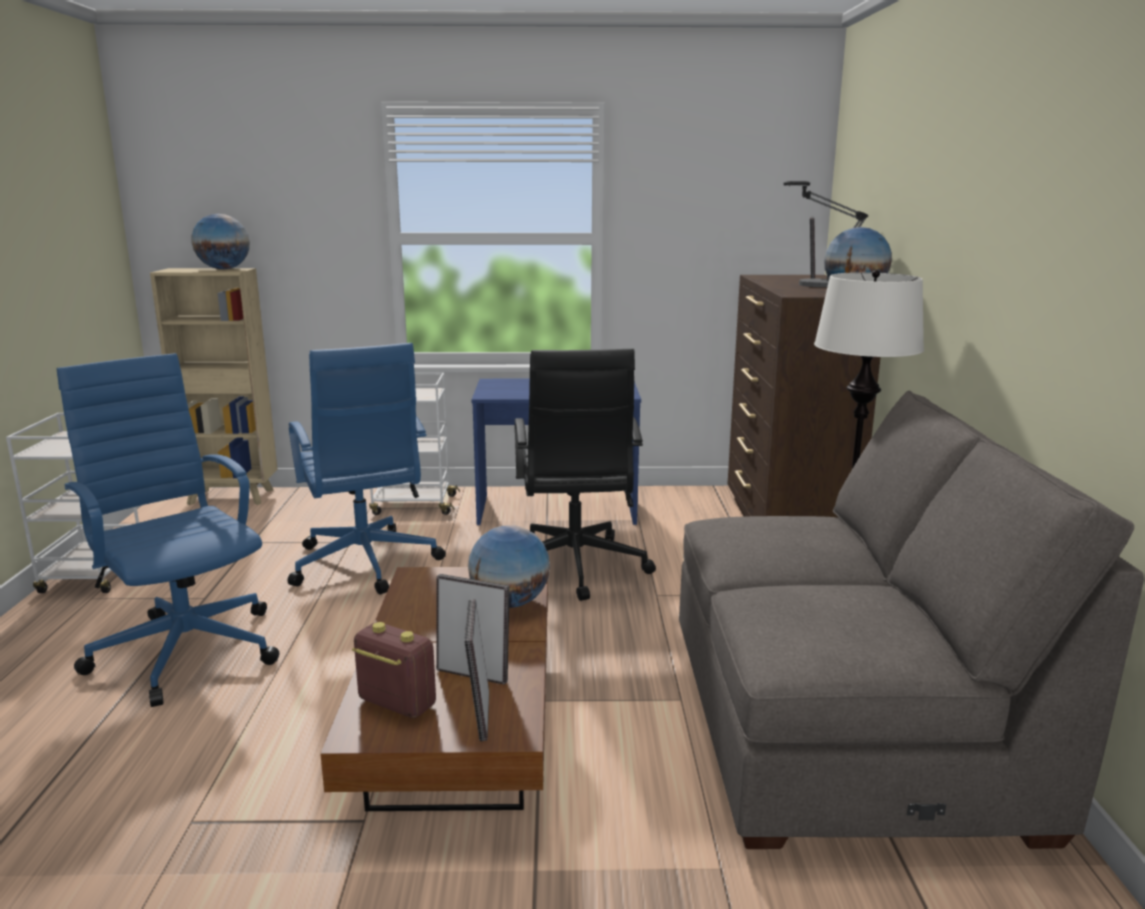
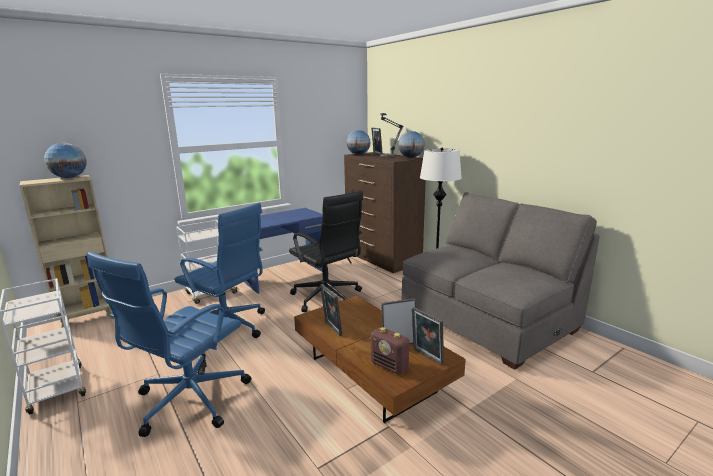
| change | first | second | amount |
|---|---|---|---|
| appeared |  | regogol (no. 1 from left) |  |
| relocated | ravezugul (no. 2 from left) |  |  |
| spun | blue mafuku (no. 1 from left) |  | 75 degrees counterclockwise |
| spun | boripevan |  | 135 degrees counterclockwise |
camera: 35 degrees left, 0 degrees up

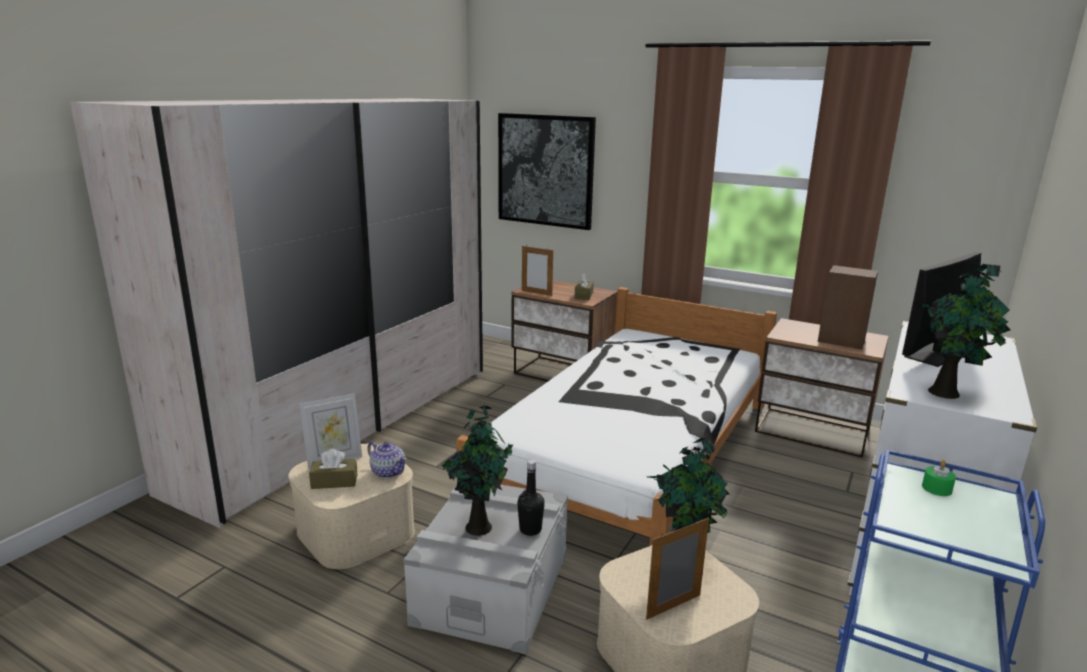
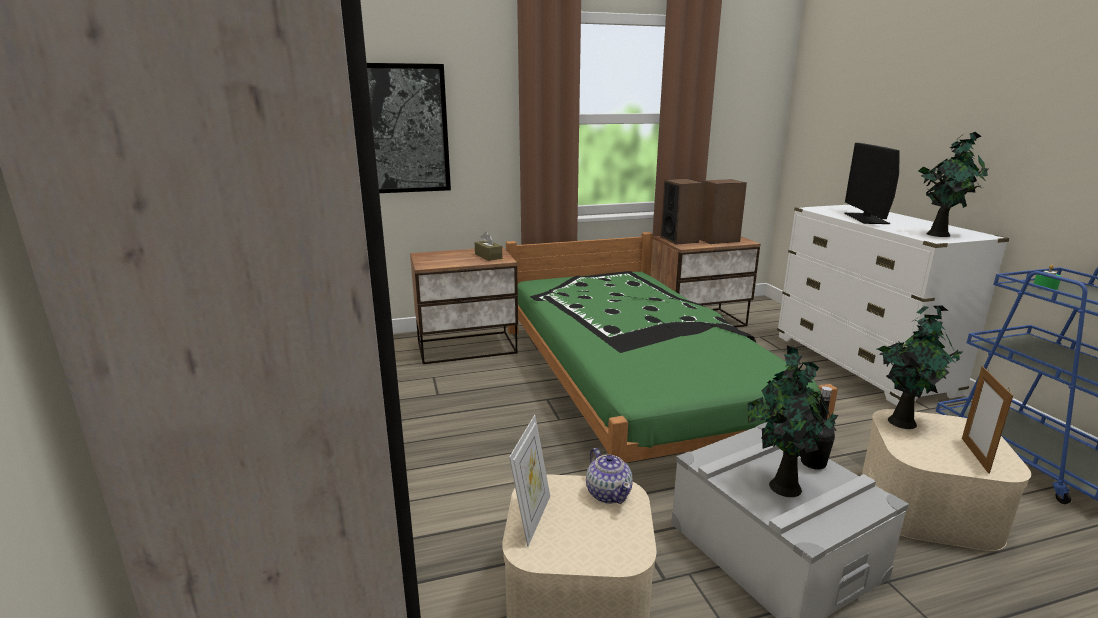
| change | first | second | amount |
|---|---|---|---|
| missing | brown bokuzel (no. 1 from left) |  |  |
| missing | regogol (no. 2 from left) |  |  |
| appeared |  | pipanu (no. 1 from left) |  |
| colour | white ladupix | green ladupix |  |
| spun | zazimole |  | 75 degrees clockwise |
camera: 45 degrees left, 0 degrees up

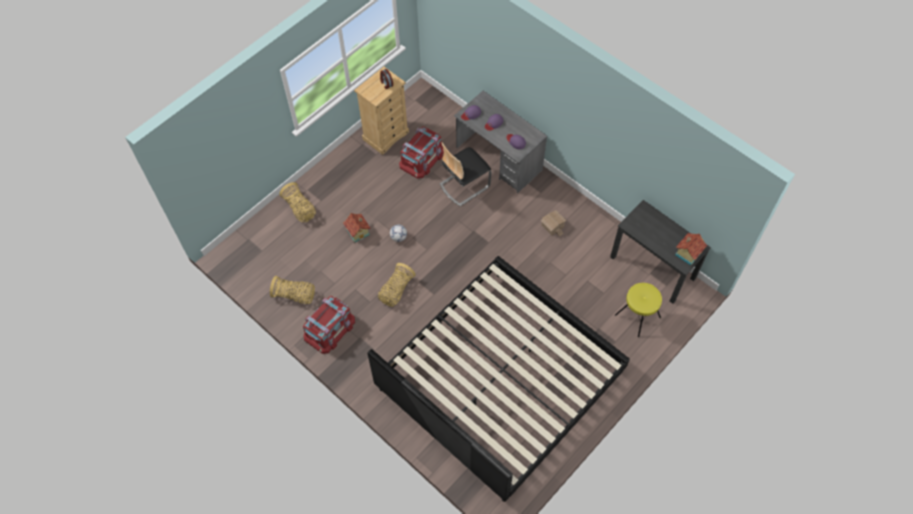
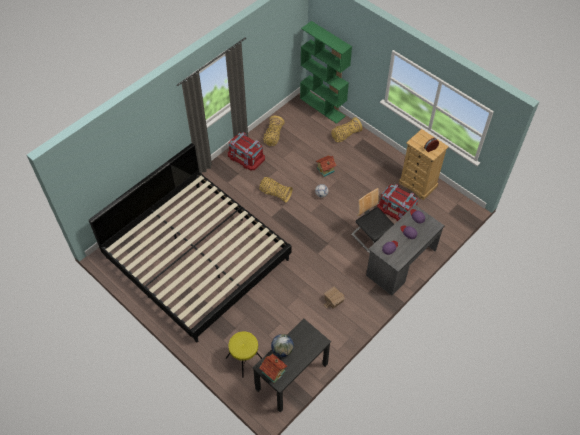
| change | first | second | amount |
|---|---|---|---|
| appeared |  | ravezugul |  |
| appeared |  | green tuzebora |  |
camera: 90 degrees right, 5 degrees down

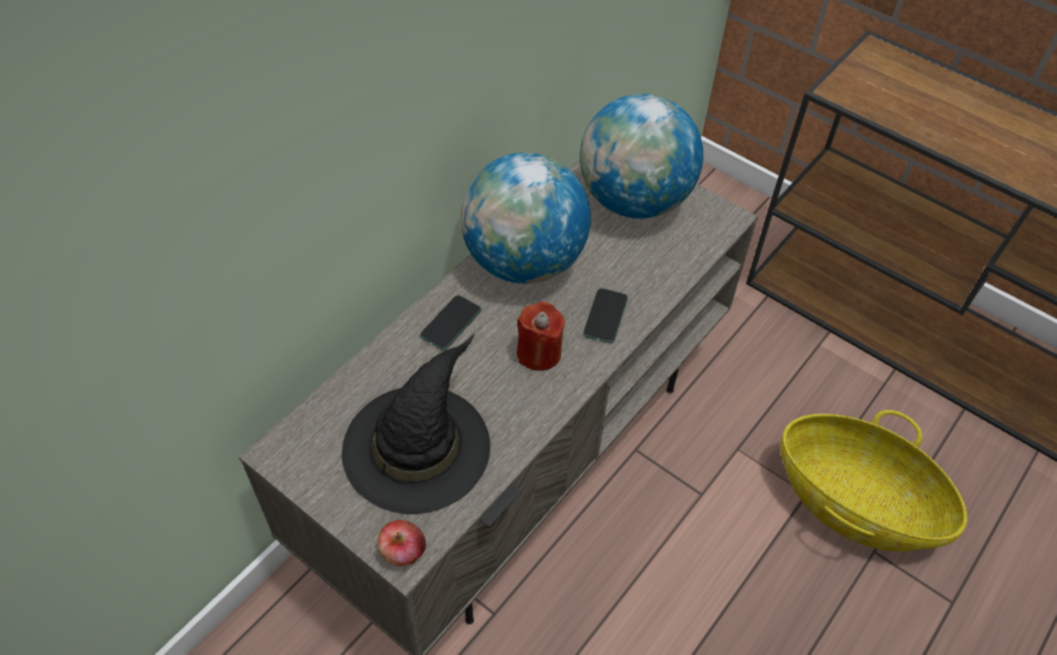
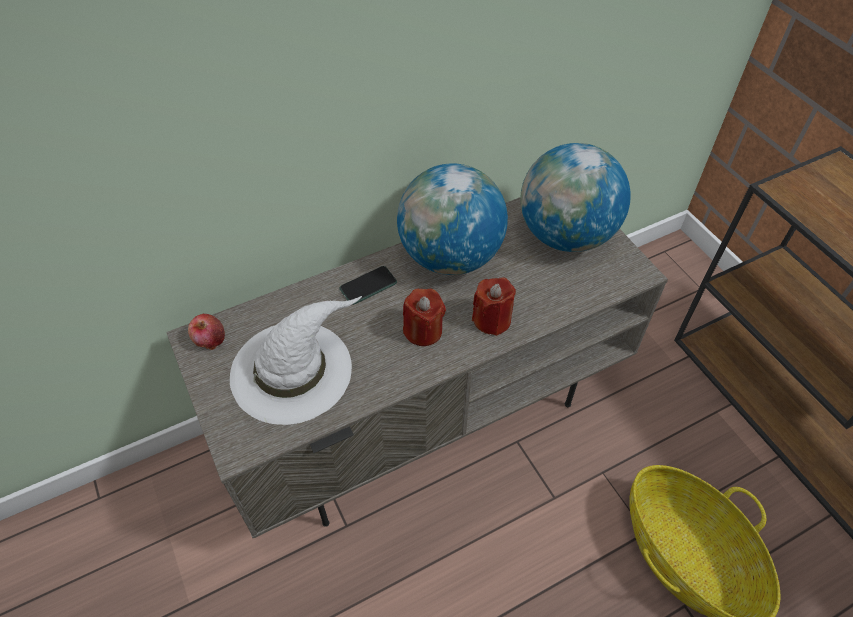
| change | first | second | amount |
|---|---|---|---|
| relocated | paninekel |  |  |
| exchanged | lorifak (no. 2 from left) | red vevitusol (no. 2 from left) |  |
| colour | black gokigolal | white gokigolal |  |
camera: 25 degrees right, 0 degrees up

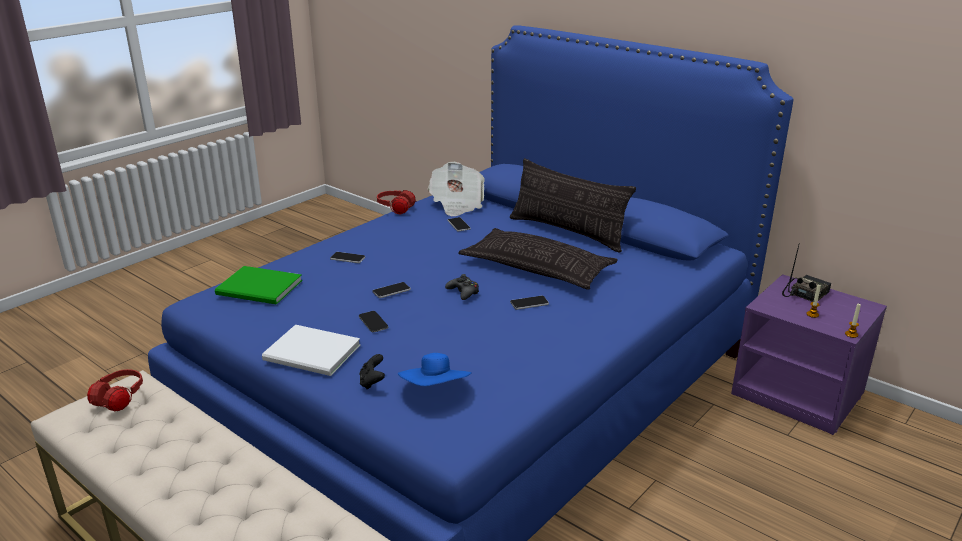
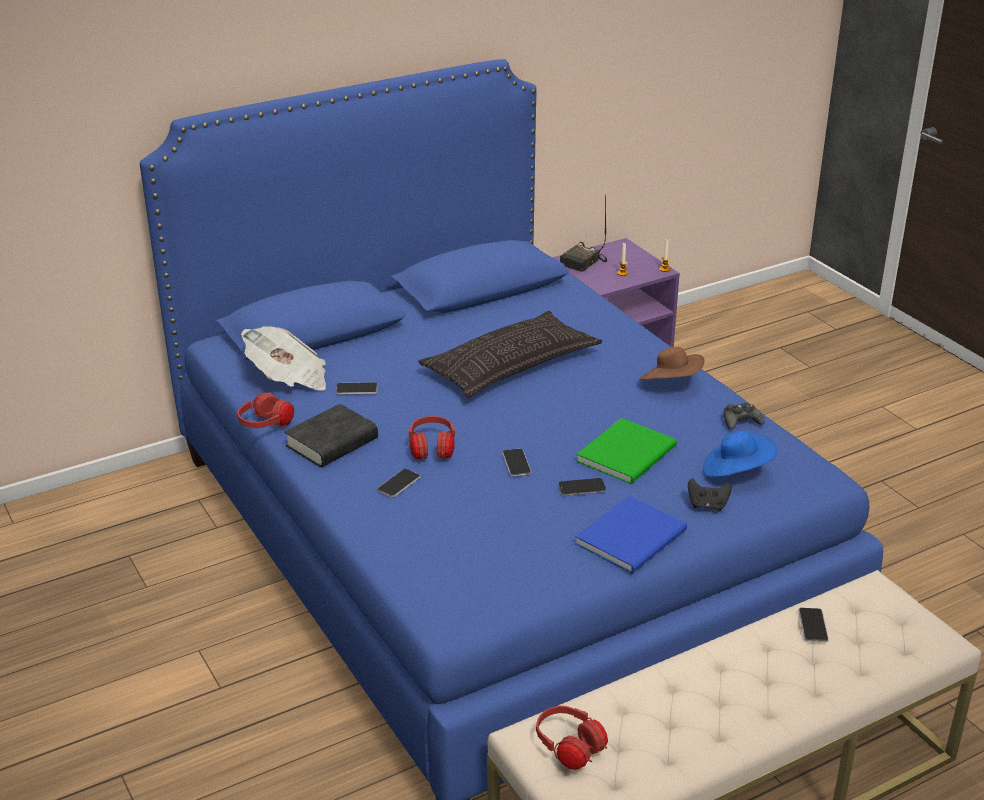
| change | first | second | amount |
|---|---|---|---|
| missing | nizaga (no. 2 from left) |  |  |
| appeared |  | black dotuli |  |
| appeared |  | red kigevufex (no. 2 from left) |  |
| appeared |  | brown gokigolal |  |
| relocated | green dotuli |  |  |
| relocated | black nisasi (no. 2 from left) |  |  |
| relocated | lorifak (no. 5 from left) |  |  |
| colour | white dotuli | blue dotuli |  |
| spun | boripevan |  | 120 degrees counterclockwise |
camera: 70 degrees left, 5 degrees up

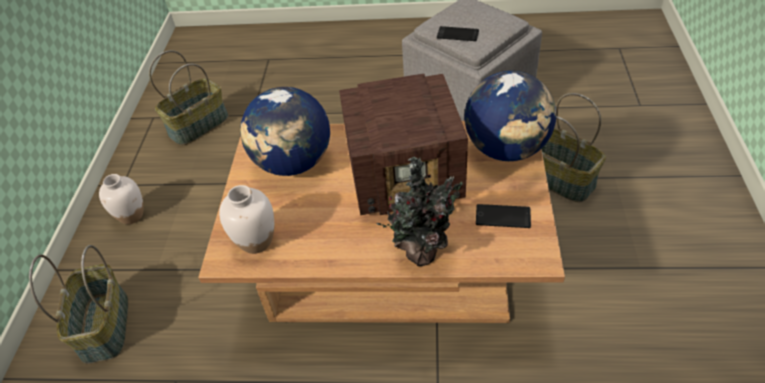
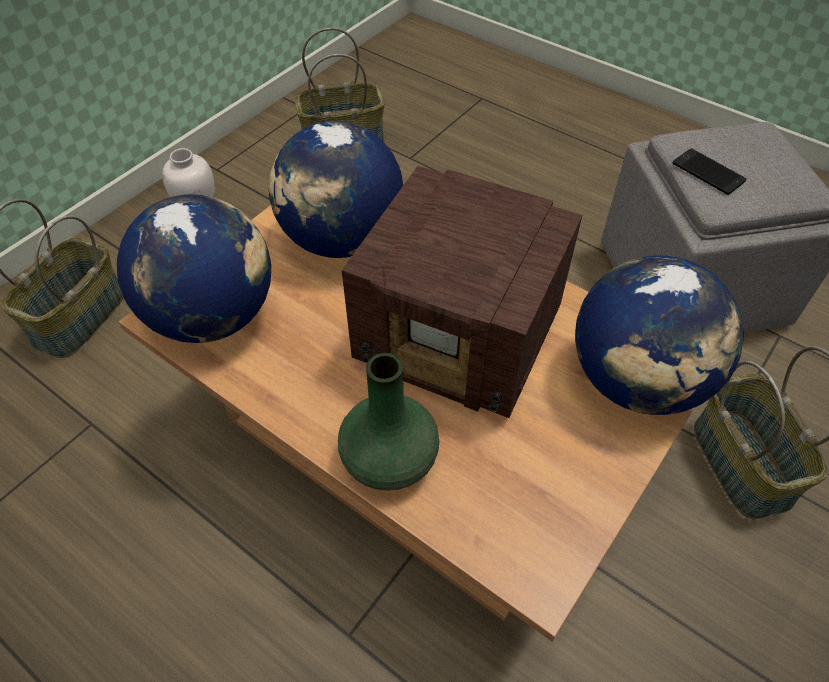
| change | first | second | amount |
|---|---|---|---|
| missing | lorifak (no. 2 from left) |  |  |
| exchanged | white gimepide (no. 2 from left) | ravezugul (no. 1 from left) |  |
| exchanged | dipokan | green gimepide |  |
camera: 30 degrees right, 5 degrees up

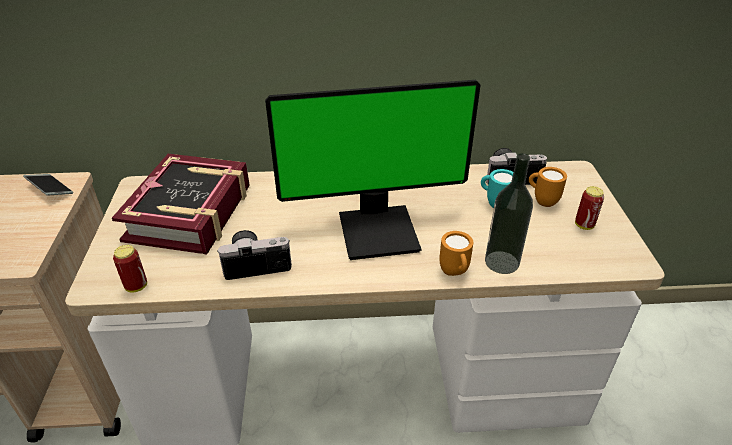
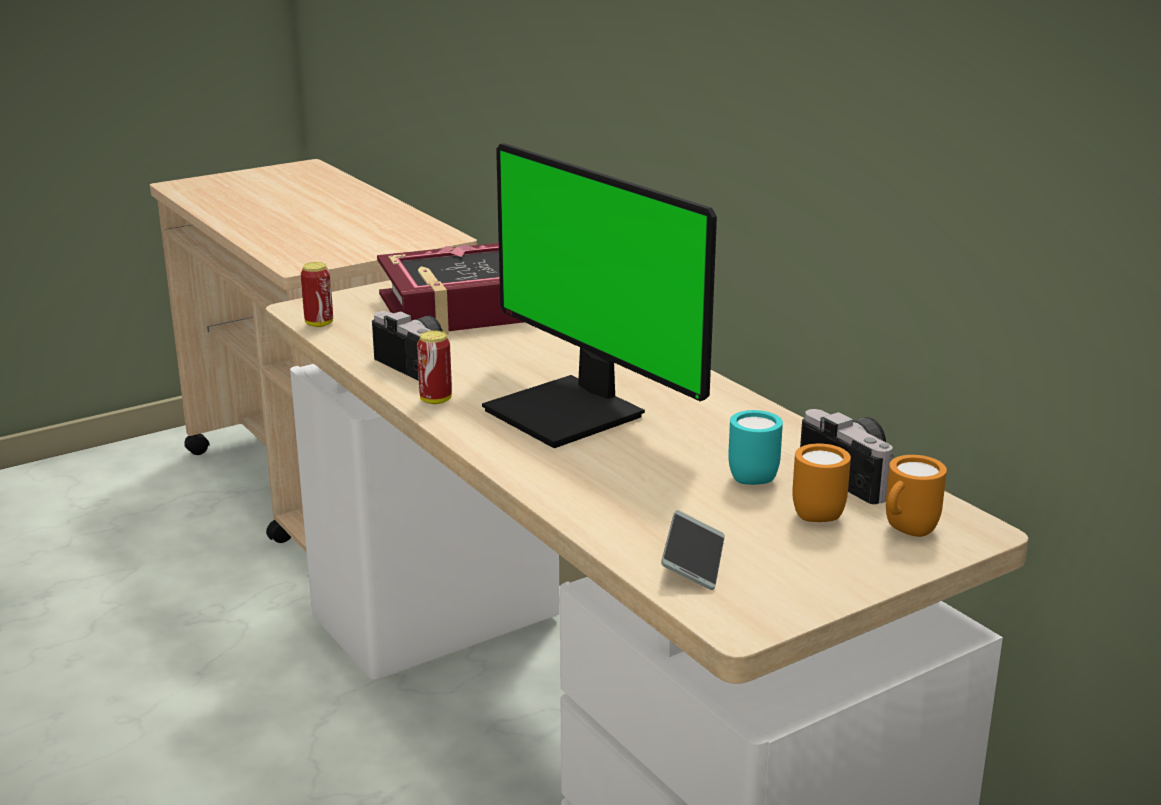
| change | first | second | amount |
|---|---|---|---|
| missing | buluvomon |  |  |
| relocated | lorifak |  |  |
| relocated | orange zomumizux (no. 1 from left in the first image) | orange zomumizux (no. 2 from left) |  |
| relocated | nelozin (no. 2 from left) |  |  |
camera: 60 degrees right, 15 degrees down

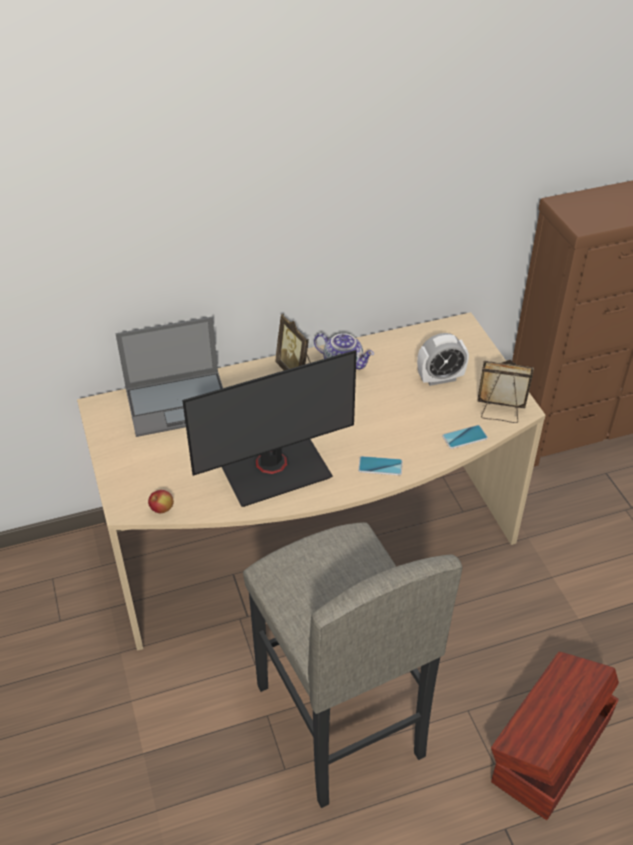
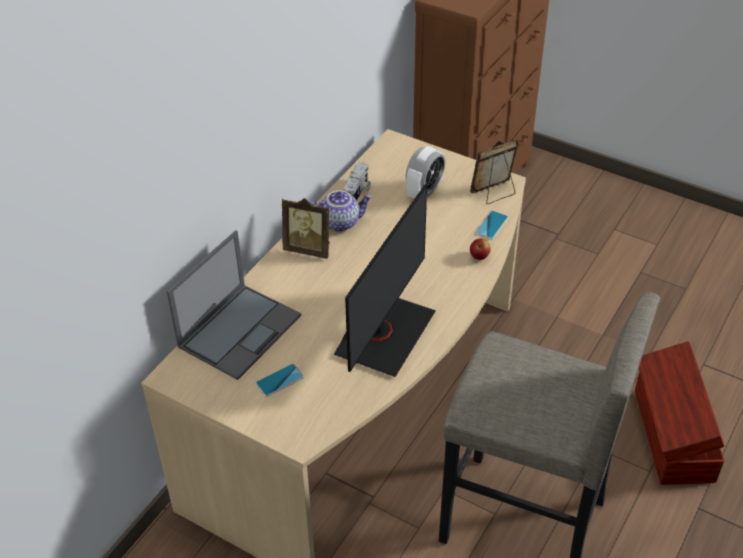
| change | first | second | amount |
|---|---|---|---|
| appeared |  | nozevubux |  |
| relocated | paninekel |  |  |
| relocated | lorifak (no. 1 from left) |  |  |
camera: 40 degrees left, 0 degrees up

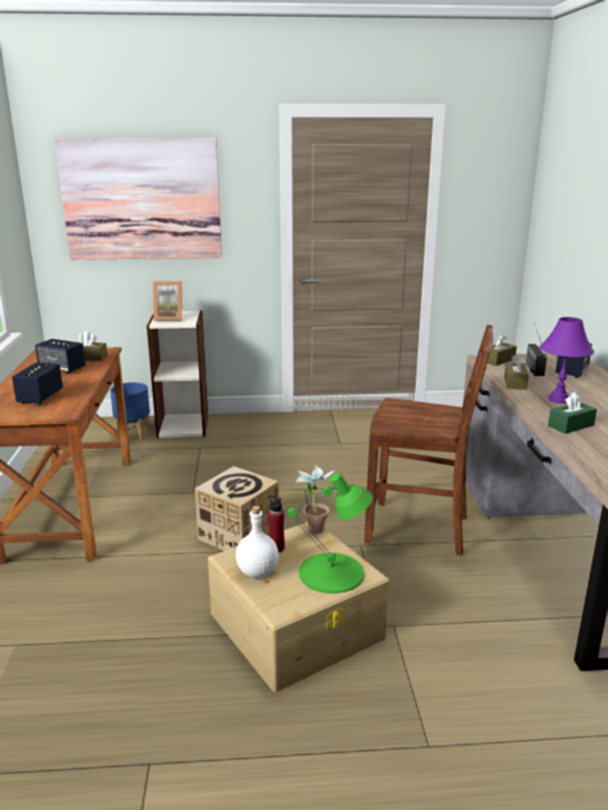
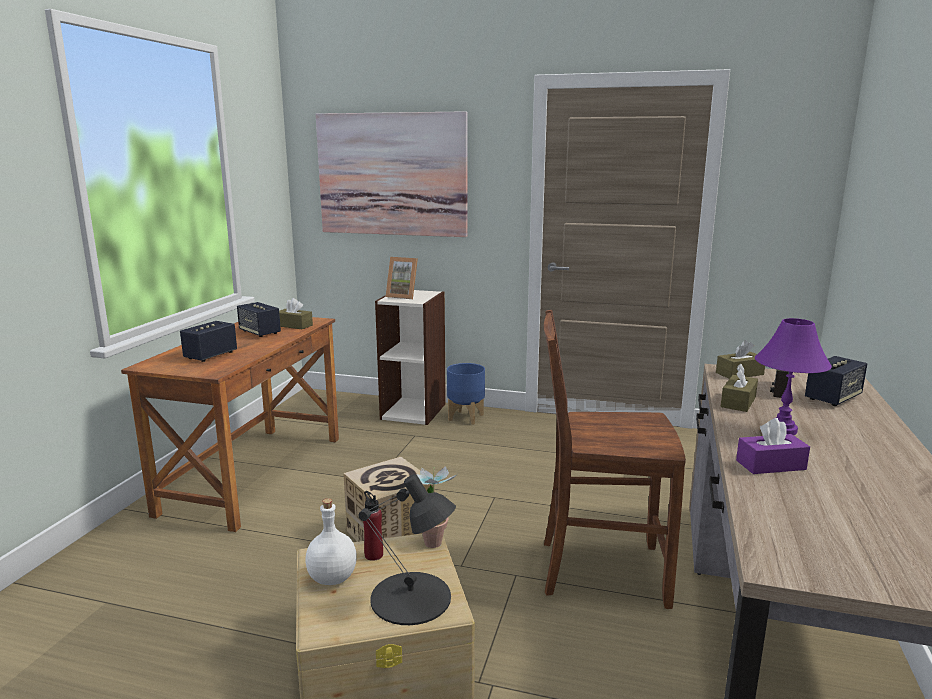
| change | first | second | amount |
|---|---|---|---|
| relocated | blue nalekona |  |  |
| colour | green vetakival | black vetakival |  |
| colour | green bokuzel | purple bokuzel |  |
| spun | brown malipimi |  | 150 degrees clockwise |
camera: 20 degrees right, 5 degrees down

